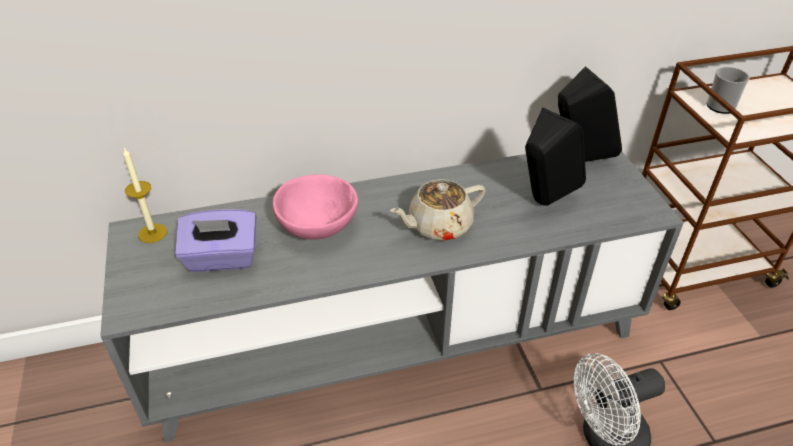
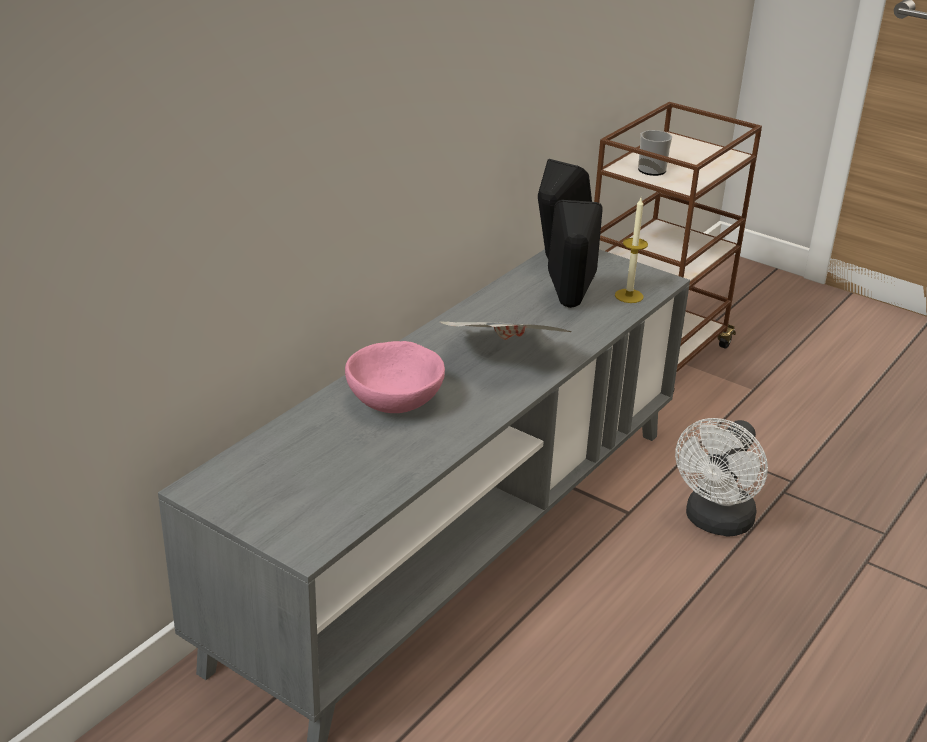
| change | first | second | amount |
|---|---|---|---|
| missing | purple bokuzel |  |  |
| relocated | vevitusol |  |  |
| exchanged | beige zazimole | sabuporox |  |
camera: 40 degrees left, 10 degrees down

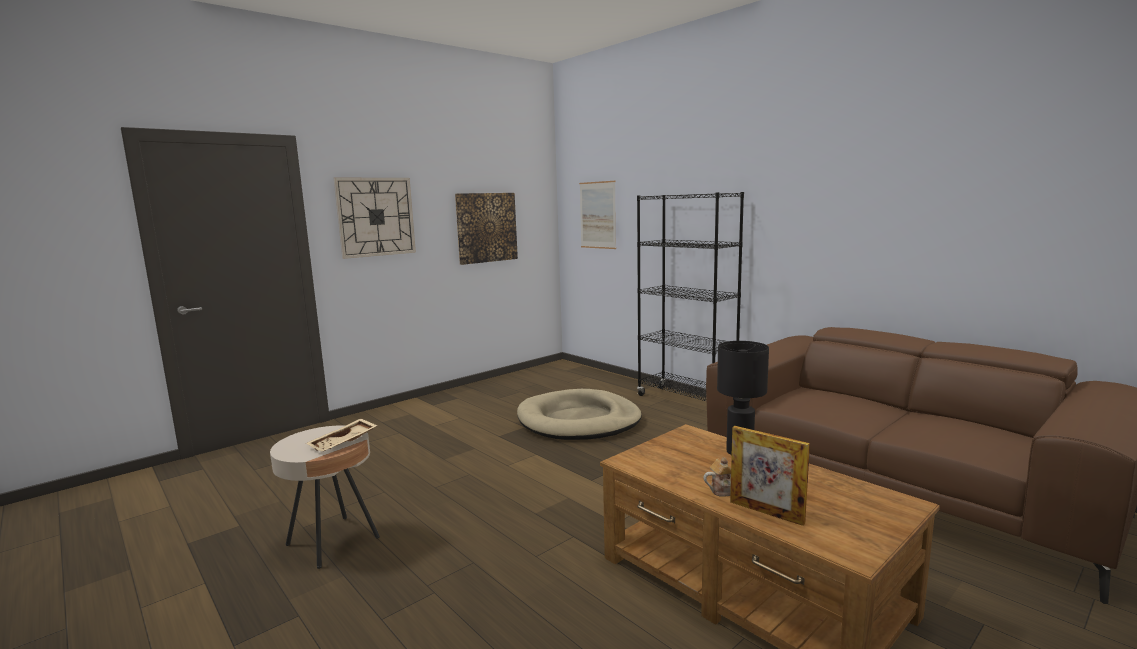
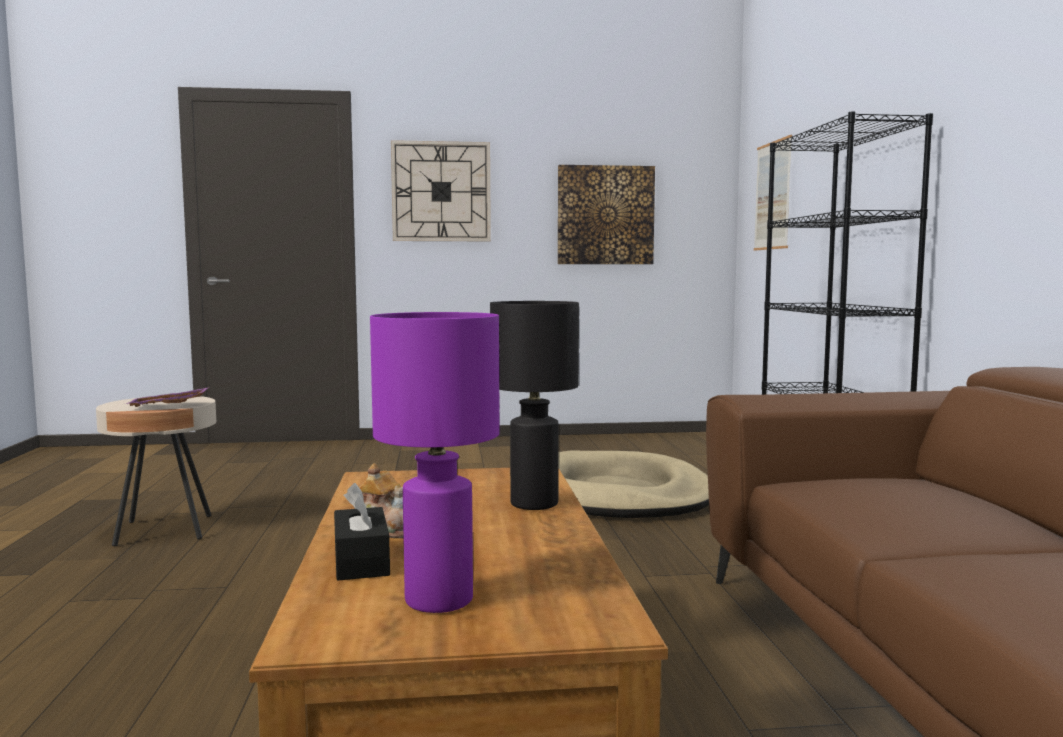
| change | first | second | amount |
|---|---|---|---|
| appeared |  | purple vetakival |  |
| exchanged | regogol | black bokuzel |  |
| colour | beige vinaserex | purple vinaserex |  |
camera: 35 degrees right, 5 degrees down

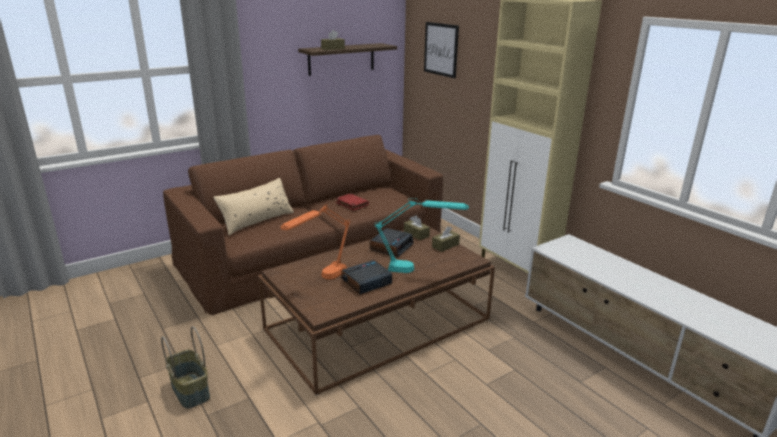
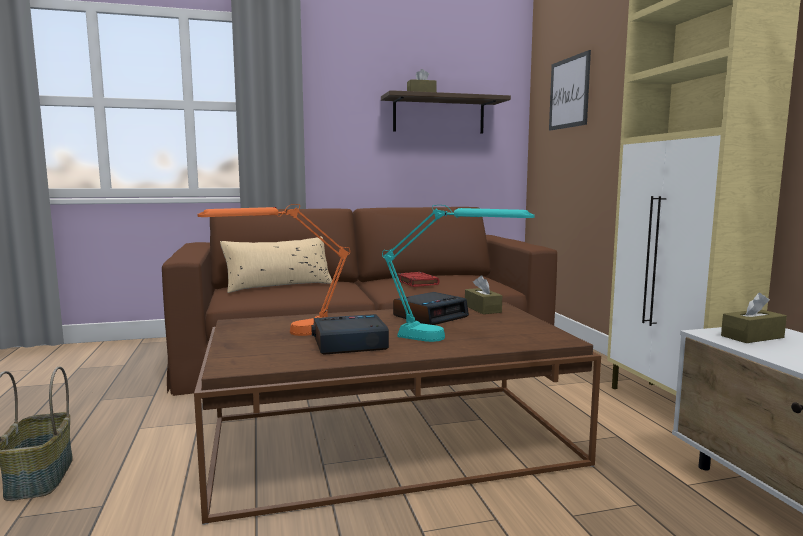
| change | first | second | amount |
|---|---|---|---|
| relocated | brown bokuzel (no. 3 from left) |  |  |
camera: 20 degrees right, 15 degrees down

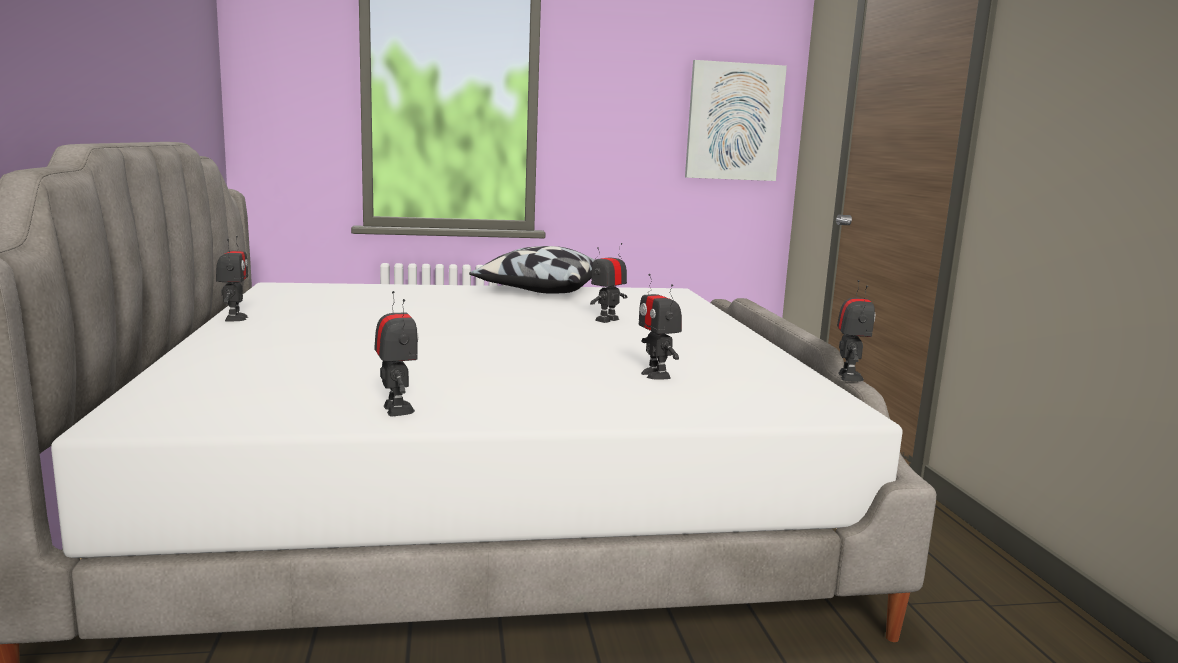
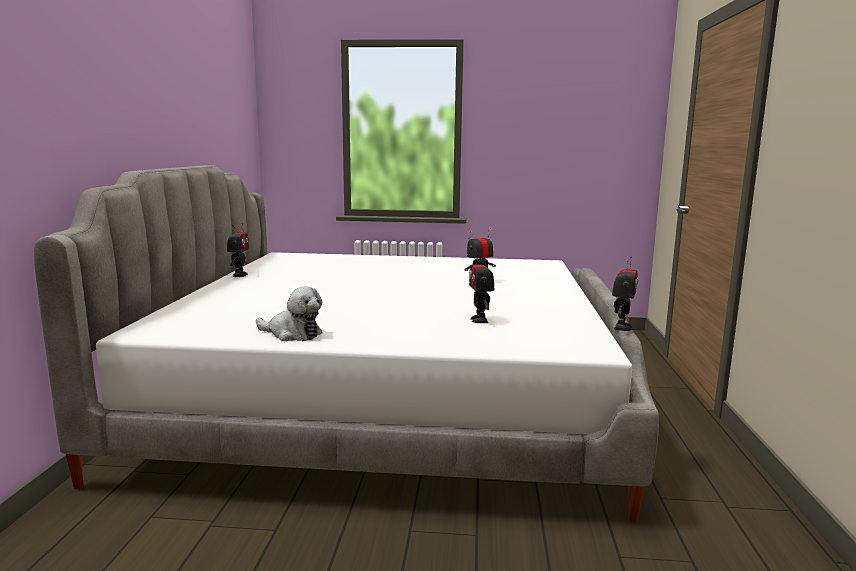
| change | first | second | amount |
|---|---|---|---|
| missing | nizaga |  |  |
| missing | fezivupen |  |  |
| exchanged | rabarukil (no. 2 from left) | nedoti |  |
camera: 15 degrees right, 0 degrees up

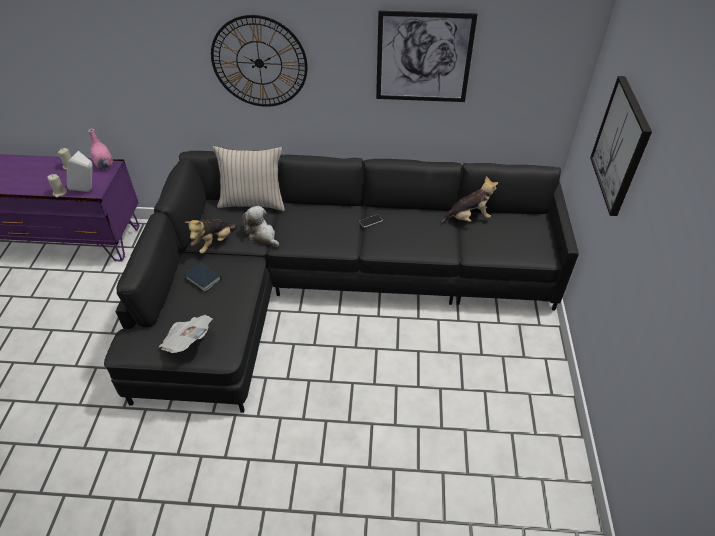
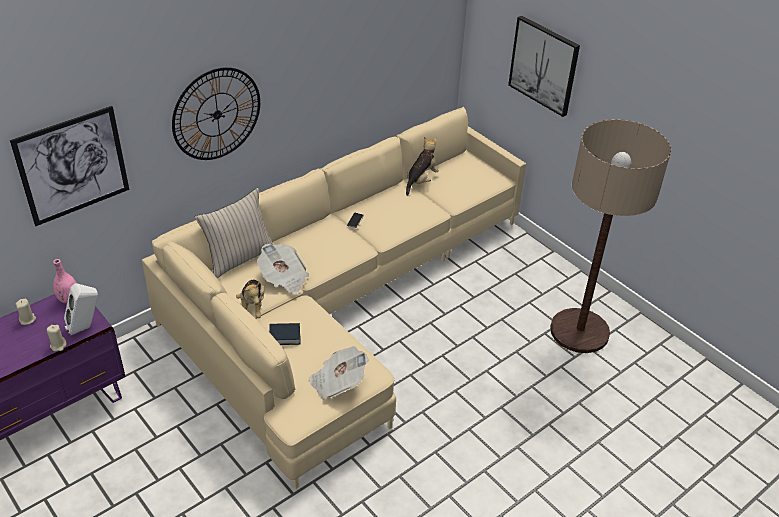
| change | first | second | amount |
|---|---|---|---|
| appeared |  | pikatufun |  |
| relocated | fezivupen (no. 1 from left) |  |  |
| exchanged | nedoti (no. 2 from left) | sabuporox (no. 1 from left) |  |
| colour | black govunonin | beige govunonin |  |
camera: 45 degrees left, 5 degrees down

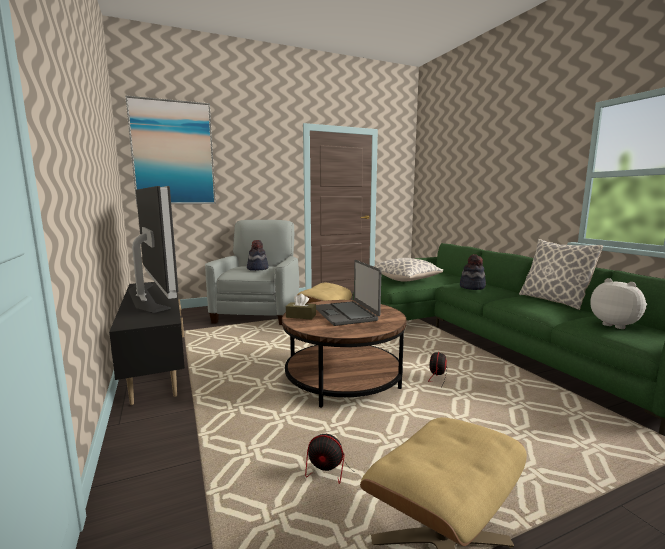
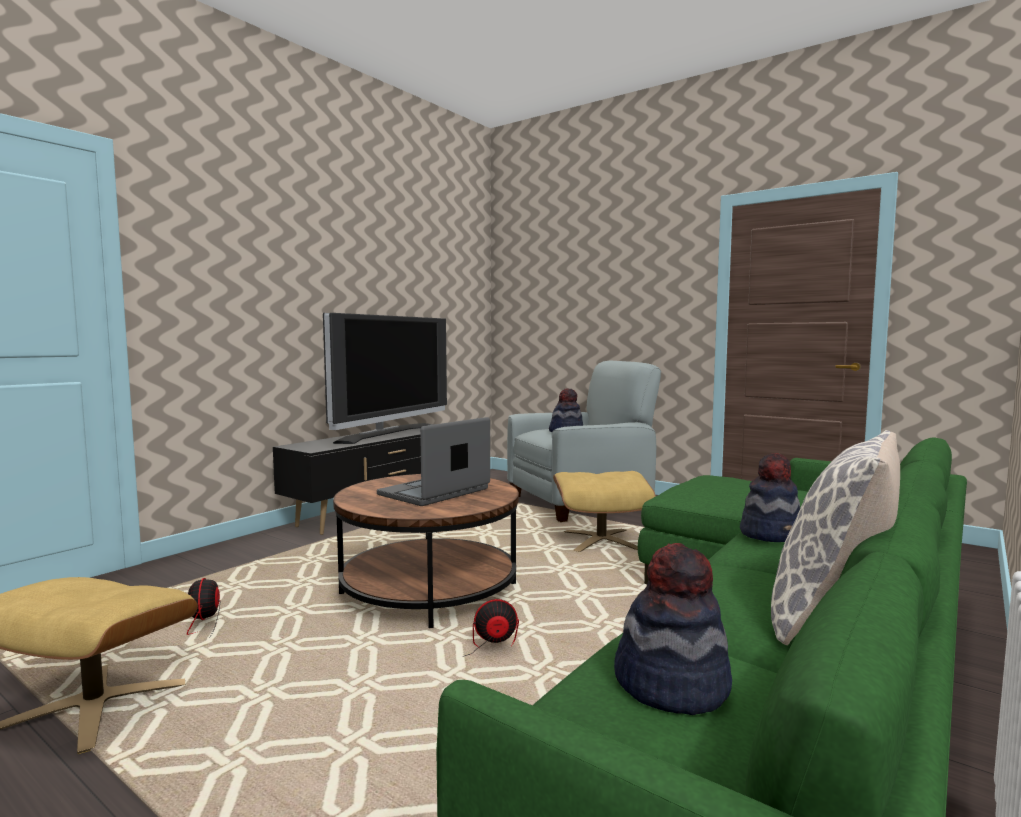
| change | first | second | amount |
|---|---|---|---|
| missing | fezivupen |  |  |
| missing | brown bokuzel |  |  |
| missing | nizaga (no. 1 from left) |  |  |
| exchanged | nedoti | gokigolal (no. 2 from left) |  |
camera: 60 degrees right, 5 degrees down

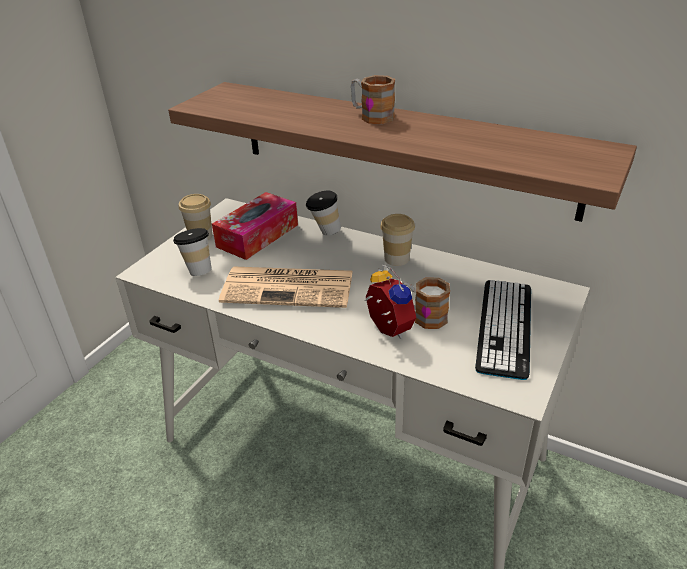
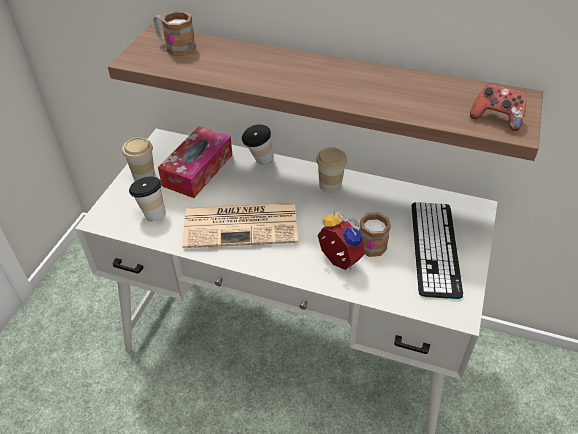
| change | first | second | amount |
|---|---|---|---|
| appeared |  | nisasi |  |
| relocated | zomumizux (no. 1 from left) |  |  |
camera: 10 degrees left, 10 degrees up

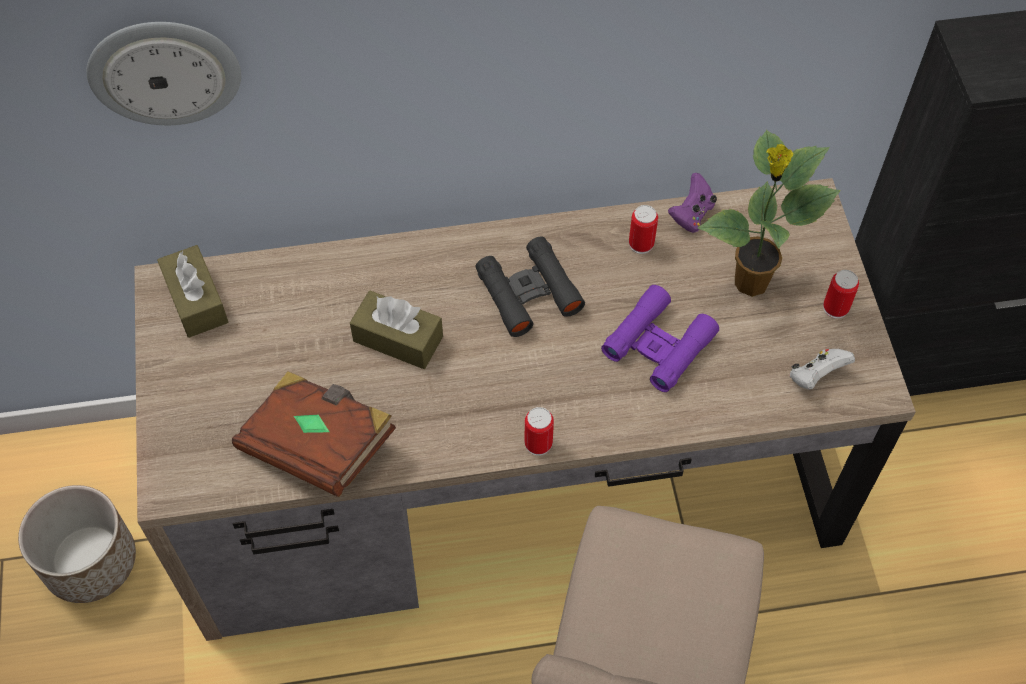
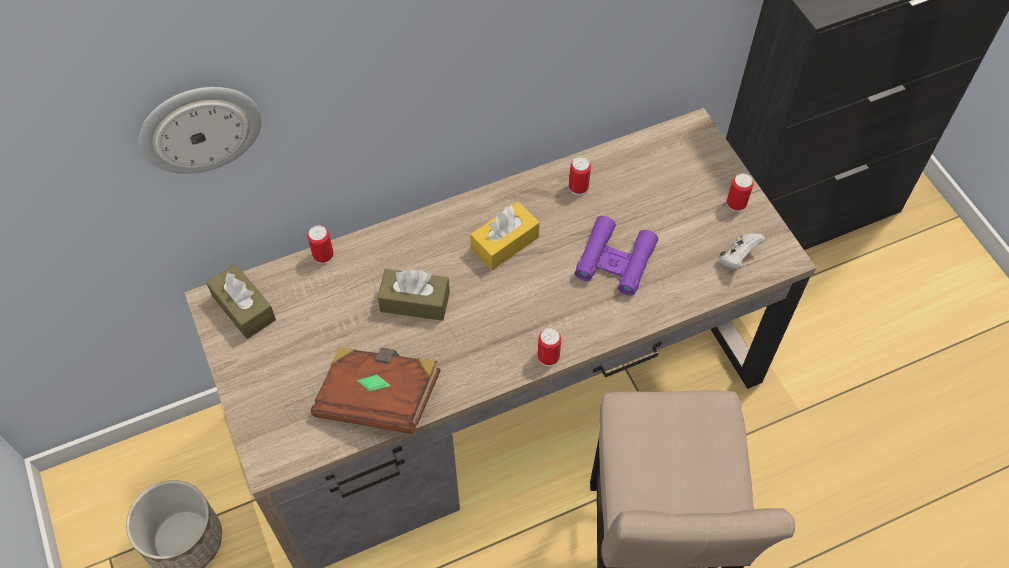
| change | first | second | amount |
|---|---|---|---|
| missing | purple nisasi |  |  |
| missing | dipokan |  |  |
| appeared |  | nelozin (no. 1 from left) |  |
| exchanged | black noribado | yellow bokuzel |  |
camera: 15 degrees left, 0 degrees up

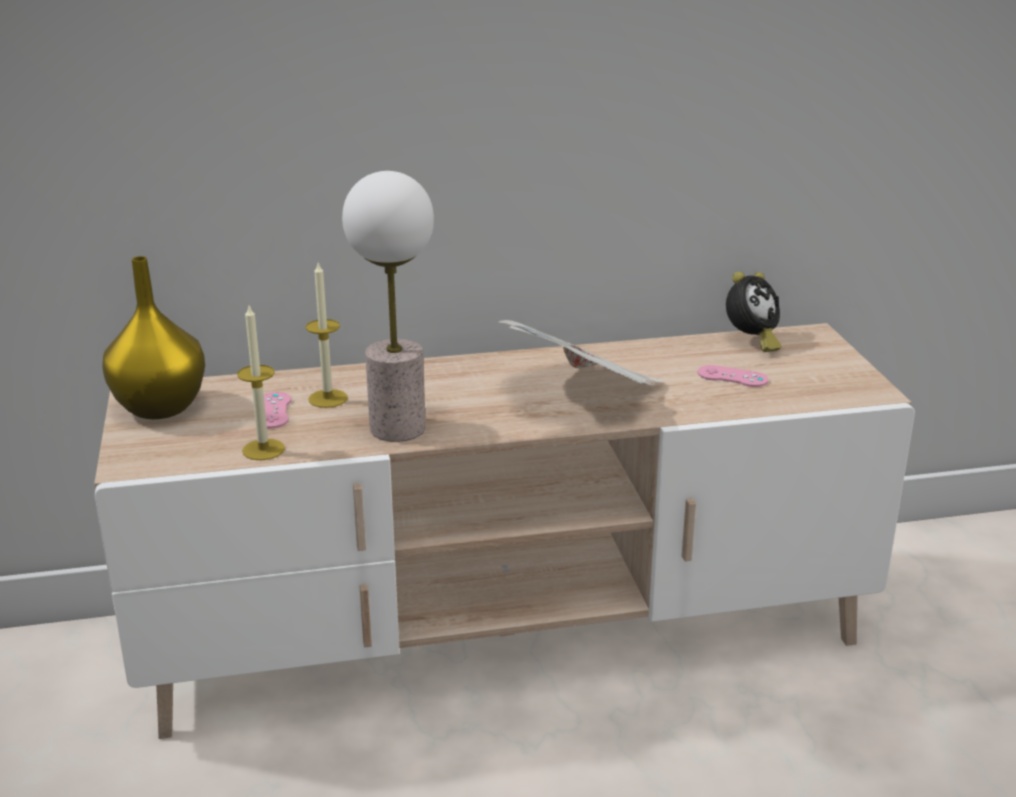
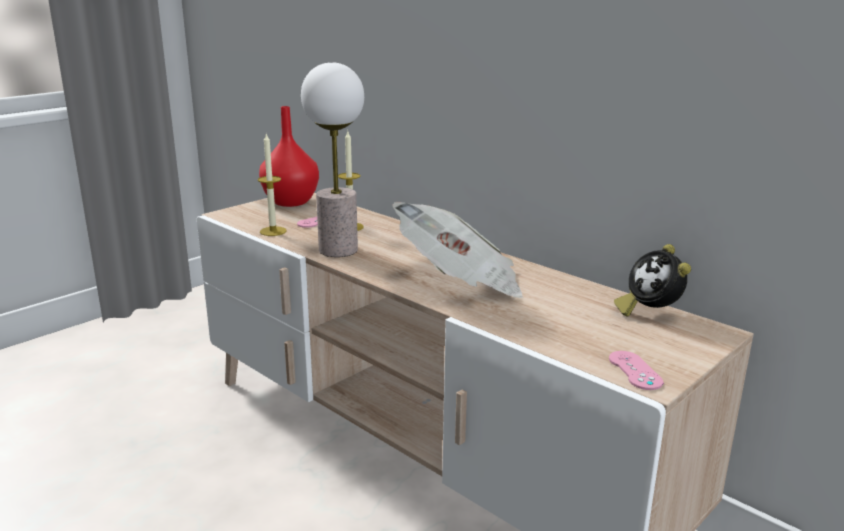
| change | first | second | amount |
|---|---|---|---|
| relocated | pink nisasi (no. 2 from left) |  |  |
| colour | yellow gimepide | red gimepide |  |
| spun | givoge |  | 60 degrees clockwise |
camera: 55 degrees right, 5 degrees down

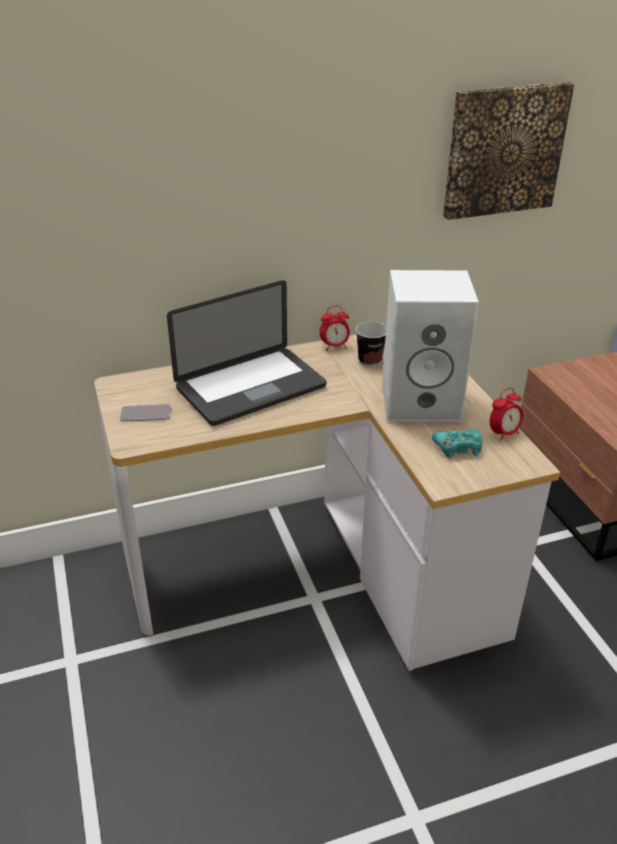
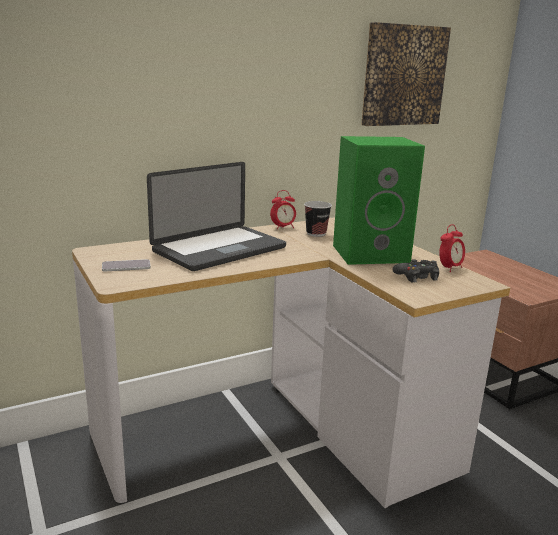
| change | first | second | amount |
|---|---|---|---|
| colour | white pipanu | green pipanu |  |
| colour | turquoise nisasi | black nisasi |  |
camera: 10 degrees left, 15 degrees down

